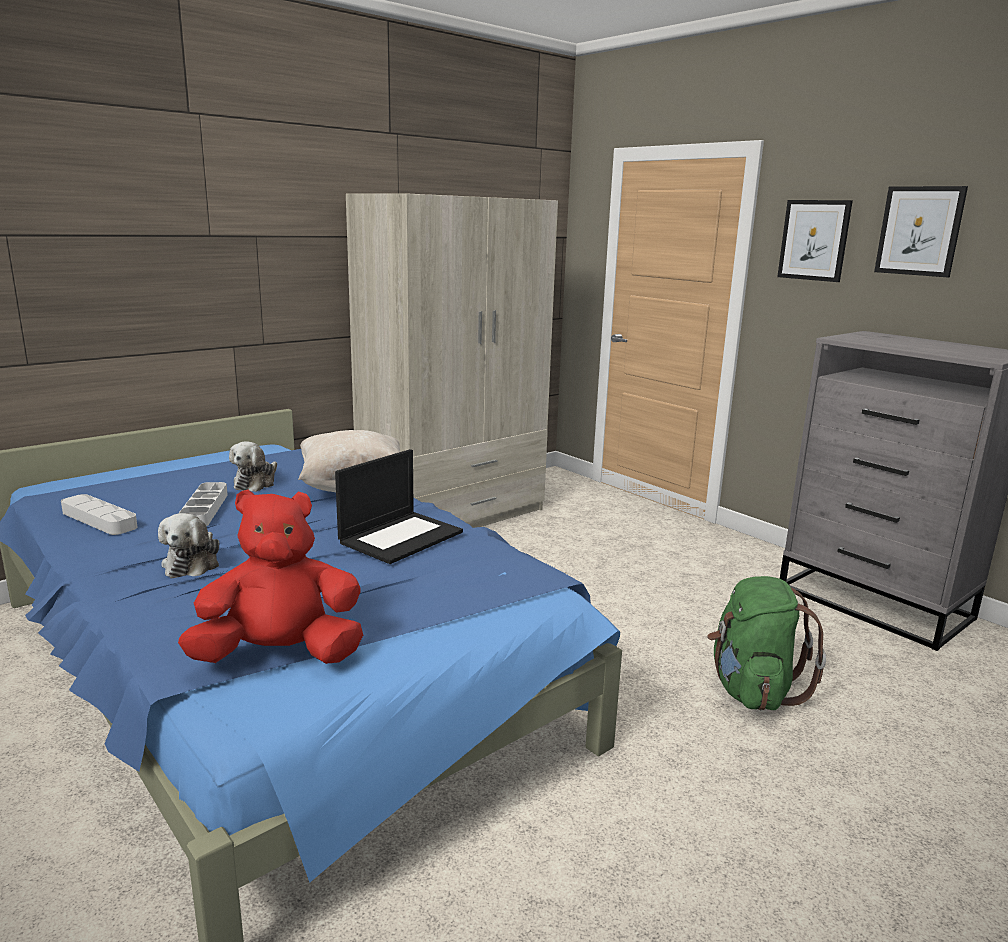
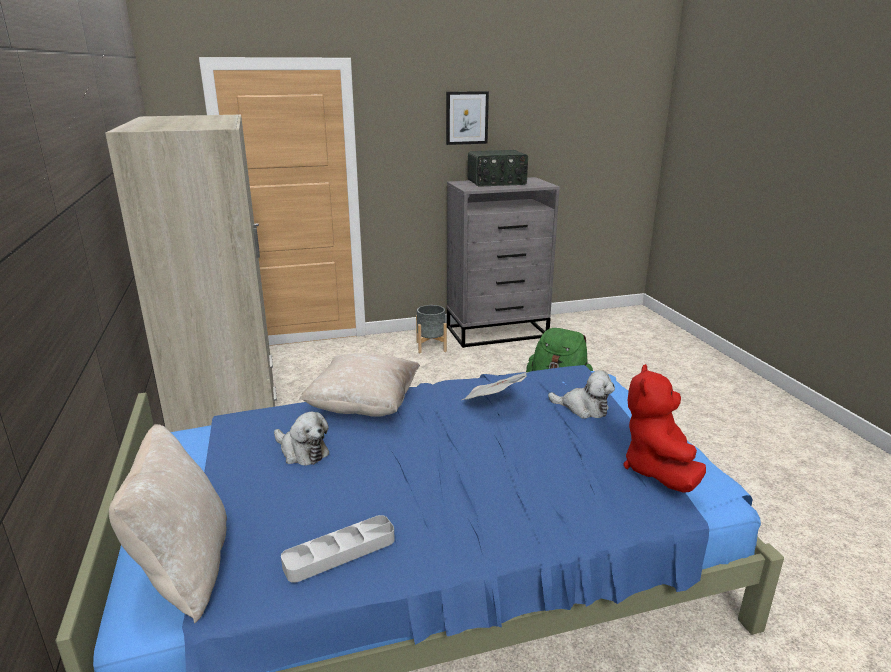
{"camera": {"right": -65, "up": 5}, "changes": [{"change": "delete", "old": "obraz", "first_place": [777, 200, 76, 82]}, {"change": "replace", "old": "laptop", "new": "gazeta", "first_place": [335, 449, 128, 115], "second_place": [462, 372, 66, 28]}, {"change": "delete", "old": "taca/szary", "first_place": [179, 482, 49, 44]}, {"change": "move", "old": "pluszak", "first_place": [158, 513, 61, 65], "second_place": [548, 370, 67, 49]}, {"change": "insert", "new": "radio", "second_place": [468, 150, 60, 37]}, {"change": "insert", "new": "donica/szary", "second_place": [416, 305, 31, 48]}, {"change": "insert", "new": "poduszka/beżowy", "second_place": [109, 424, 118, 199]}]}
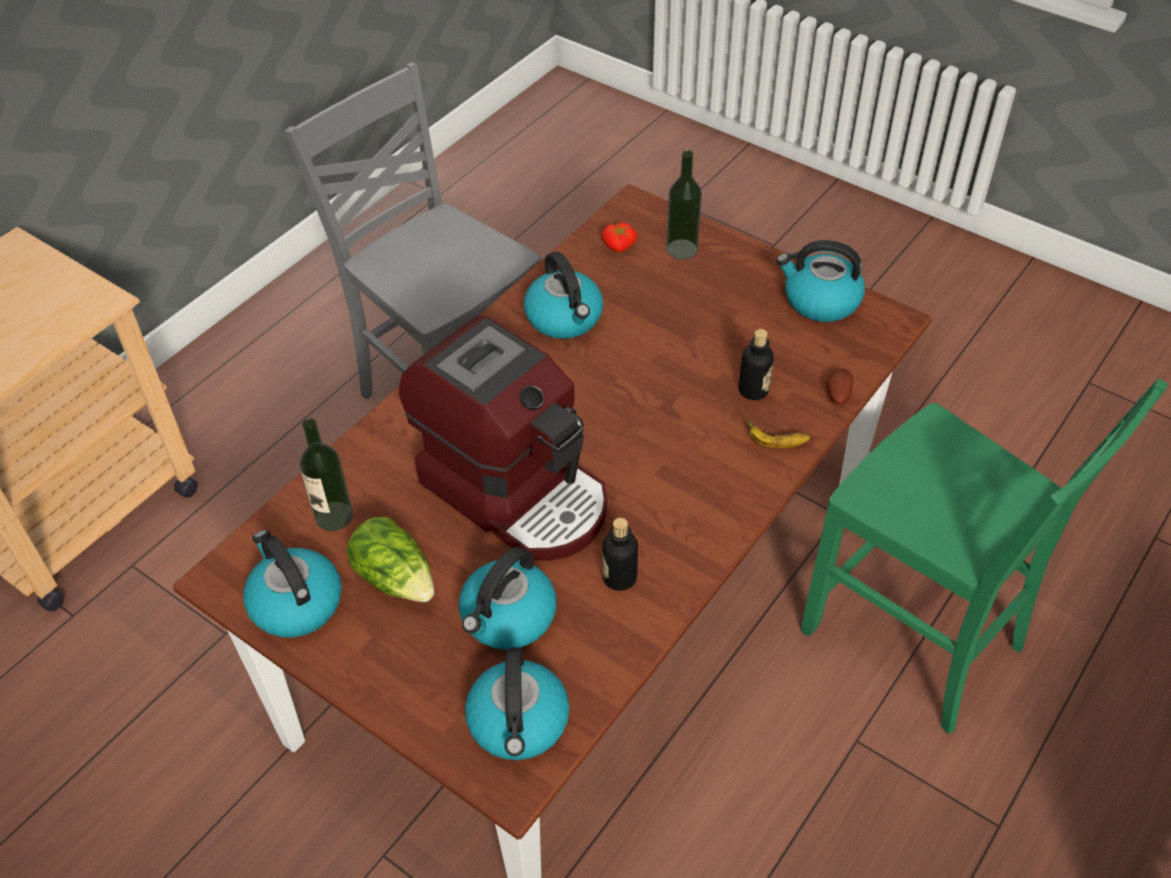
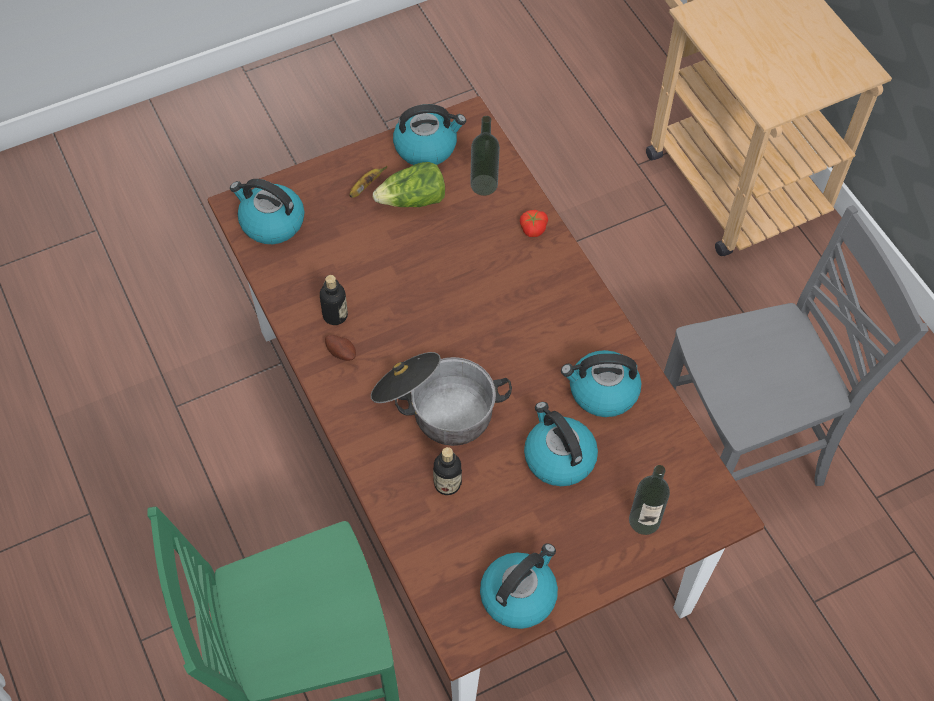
{"camera": {"right": 115, "up": 10}, "changes": [{"change": "move", "old": "pomidor", "first_place": [602, 222, 35, 30], "second_place": [520, 210, 28, 27]}, {"change": "delete", "old": "ekspres do kawy", "first_place": [399, 315, 208, 246]}, {"change": "move", "old": "ziemniak", "first_place": [826, 369, 27, 36], "second_place": [325, 335, 31, 26]}, {"change": "move", "old": "banan", "first_place": [746, 417, 65, 32], "second_place": [349, 166, 38, 32]}, {"change": "move", "old": "czajnik", "first_place": [459, 546, 98, 104], "second_place": [524, 402, 74, 84]}, {"change": "insert", "new": "garnek", "second_place": [371, 352, 141, 94]}]}
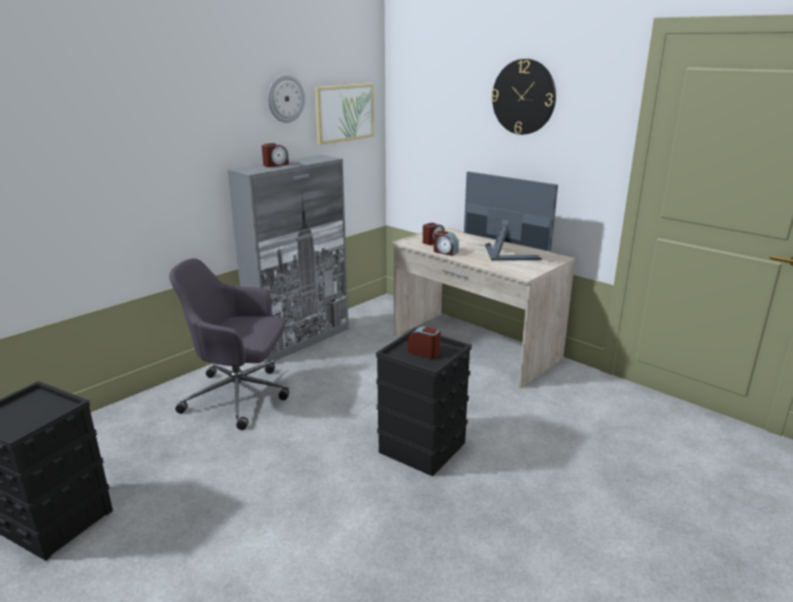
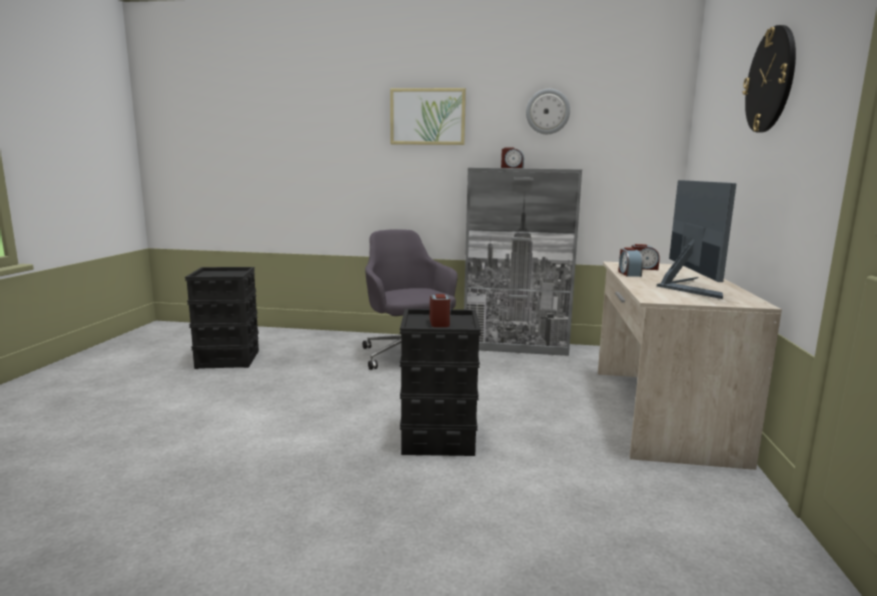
{"camera": {"right": 55, "up": -10}, "changes": [{"change": "move", "old": "obraz", "first_place": [315, 83, 59, 62], "second_place": [390, 88, 76, 57]}]}
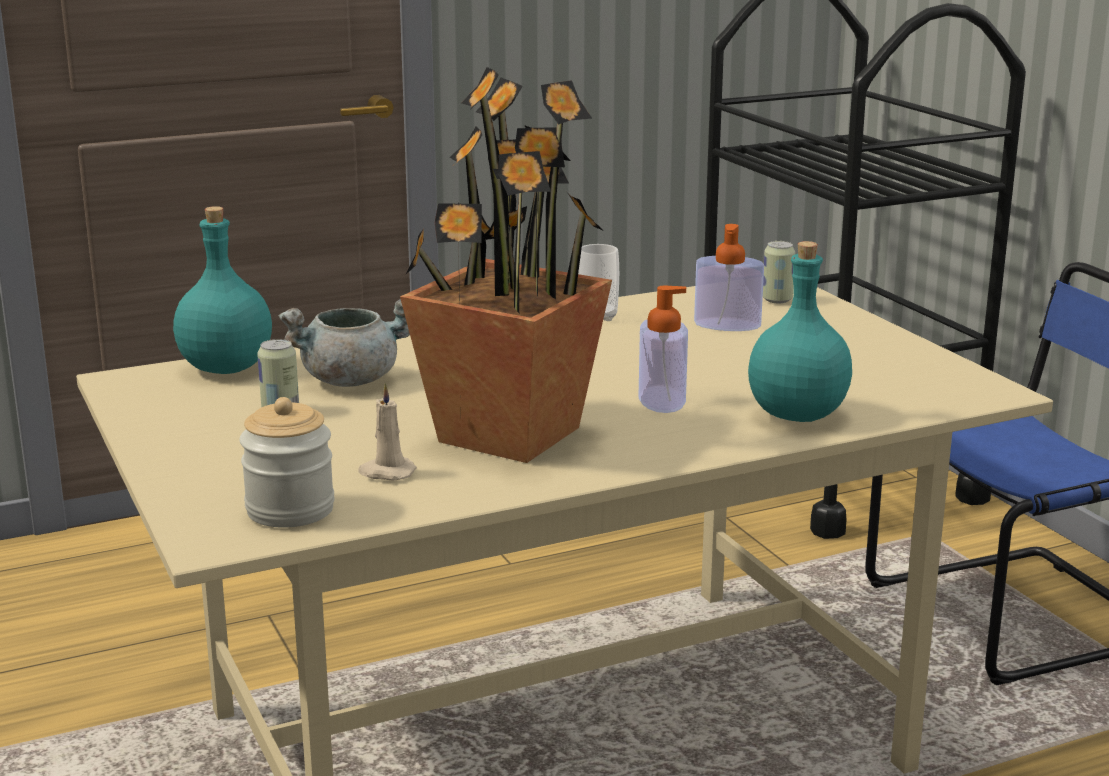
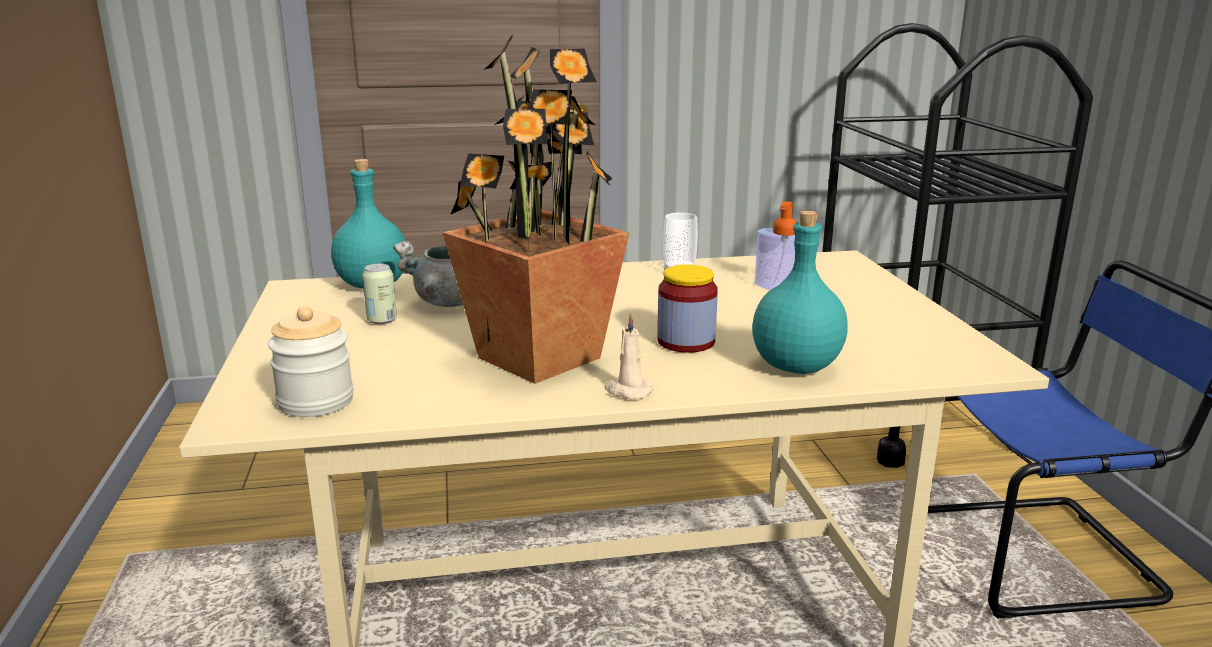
{"camera": {"right": 15, "up": 0}, "changes": [{"change": "delete", "old": "puszka", "first_place": [763, 241, 32, 62]}, {"change": "replace", "old": "dozownik mydła", "new": "słoik", "first_place": [638, 285, 50, 128], "second_place": [657, 264, 61, 89]}, {"change": "move", "old": "świeca/beżowy", "first_place": [358, 383, 59, 98], "second_place": [604, 313, 50, 86]}]}
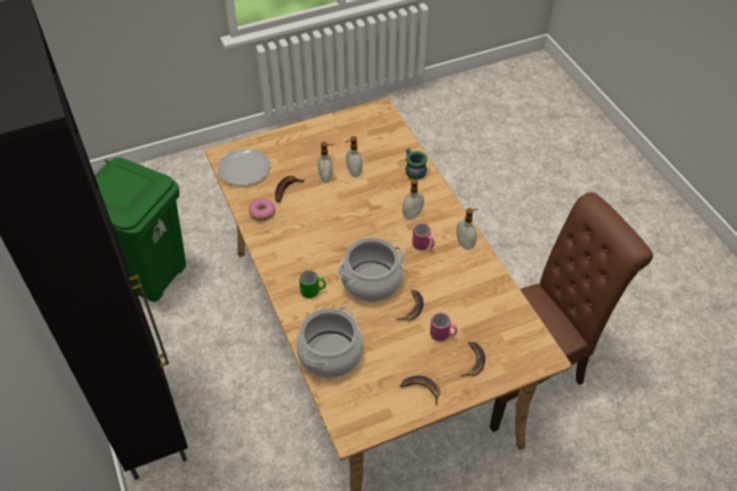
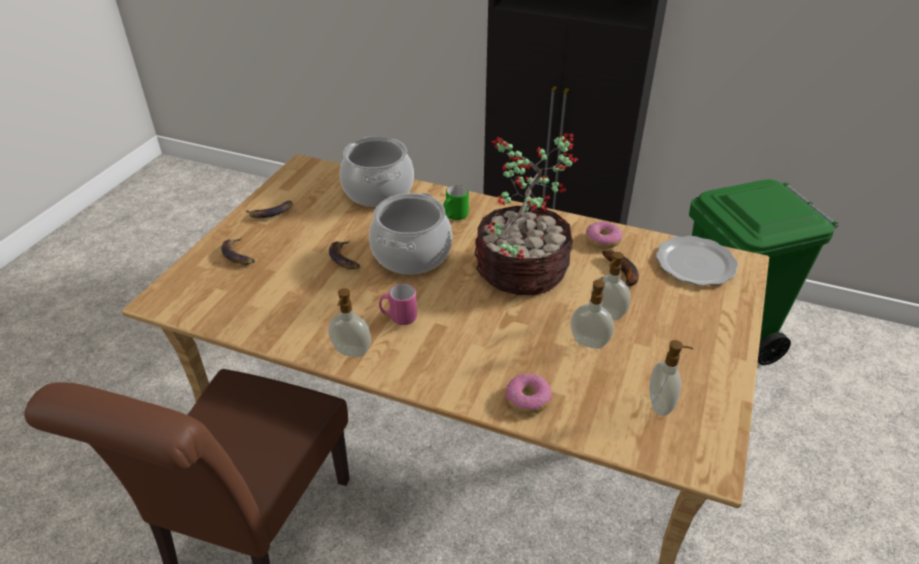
{"camera": {"right": 135, "up": -10}, "changes": [{"change": "replace", "old": "kubek/zielony", "new": "donut", "first_place": [405, 148, 22, 31], "second_place": [505, 374, 47, 40]}, {"change": "move", "old": "dozownik mydła", "first_place": [402, 178, 22, 42], "second_place": [649, 340, 44, 76]}, {"change": "delete", "old": "kubek/różowy", "first_place": [430, 313, 27, 28]}, {"change": "insert", "new": "roślina doniczkowa", "second_place": [475, 133, 103, 163]}]}
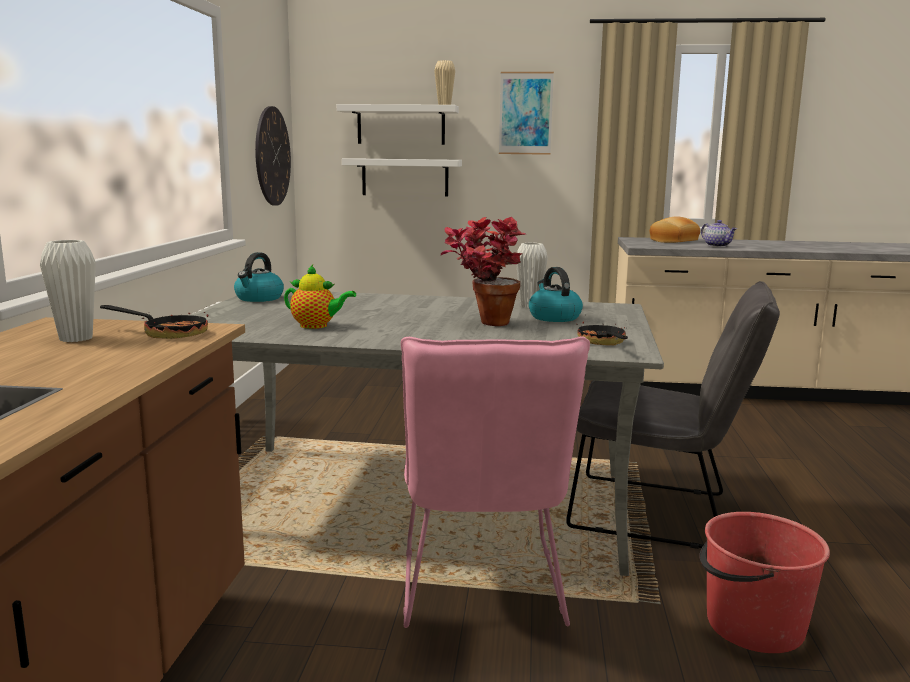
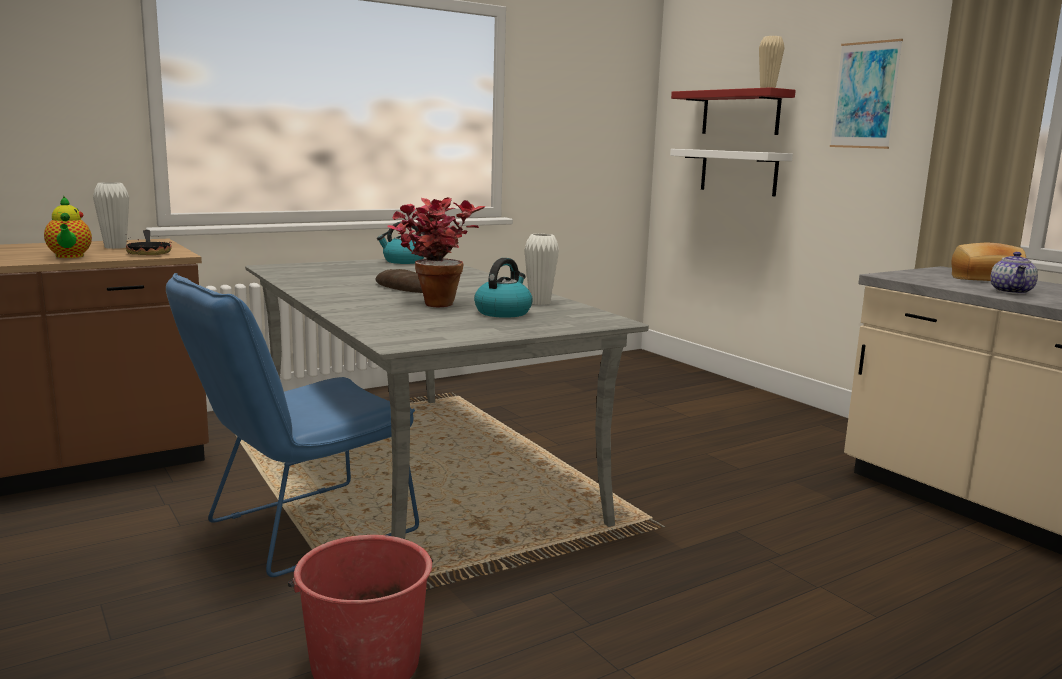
{"camera": {"right": 50, "up": 0}, "changes": [{"change": "recolor", "old": "półka/biały", "new": "półka/czerwony", "first_place": [337, 104, 122, 41], "second_place": [671, 87, 125, 48]}, {"change": "delete", "old": "zegar ścienny", "first_place": [255, 106, 36, 100]}, {"change": "move", "old": "imbryk", "first_place": [284, 265, 72, 64], "second_place": [44, 196, 48, 62]}, {"change": "delete", "old": "krzesło/szary", "first_place": [566, 281, 214, 268]}, {"change": "delete", "old": "patelnia", "first_place": [576, 322, 52, 24]}, {"change": "recolor", "old": "krzesło/różowy", "new": "krzesło/niebieski", "first_place": [401, 336, 189, 292], "second_place": [166, 273, 253, 304]}, {"change": "insert", "new": "chleb", "second_place": [375, 269, 48, 24]}]}
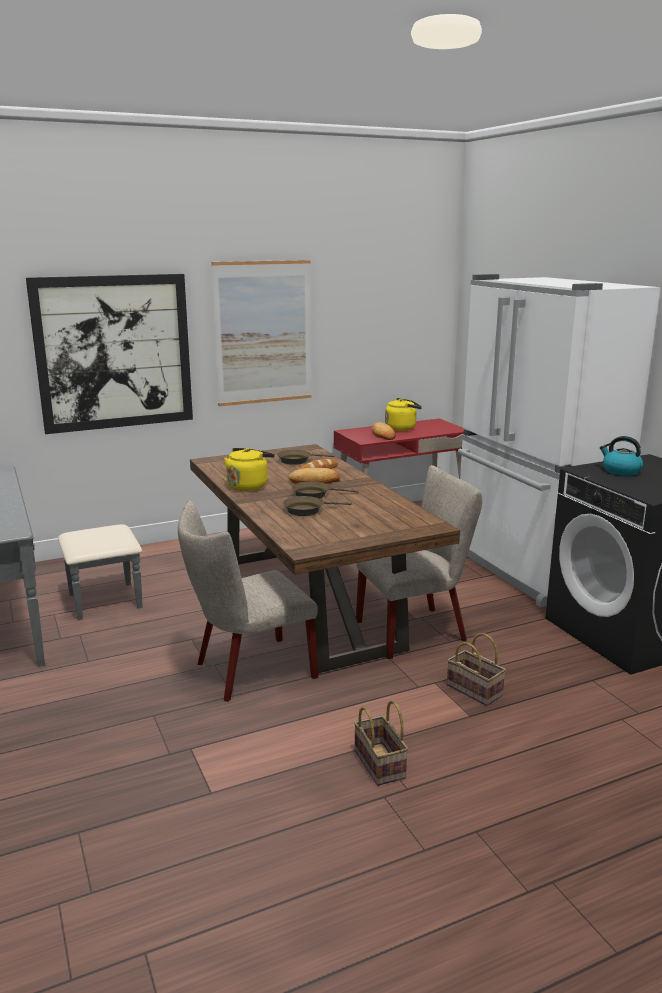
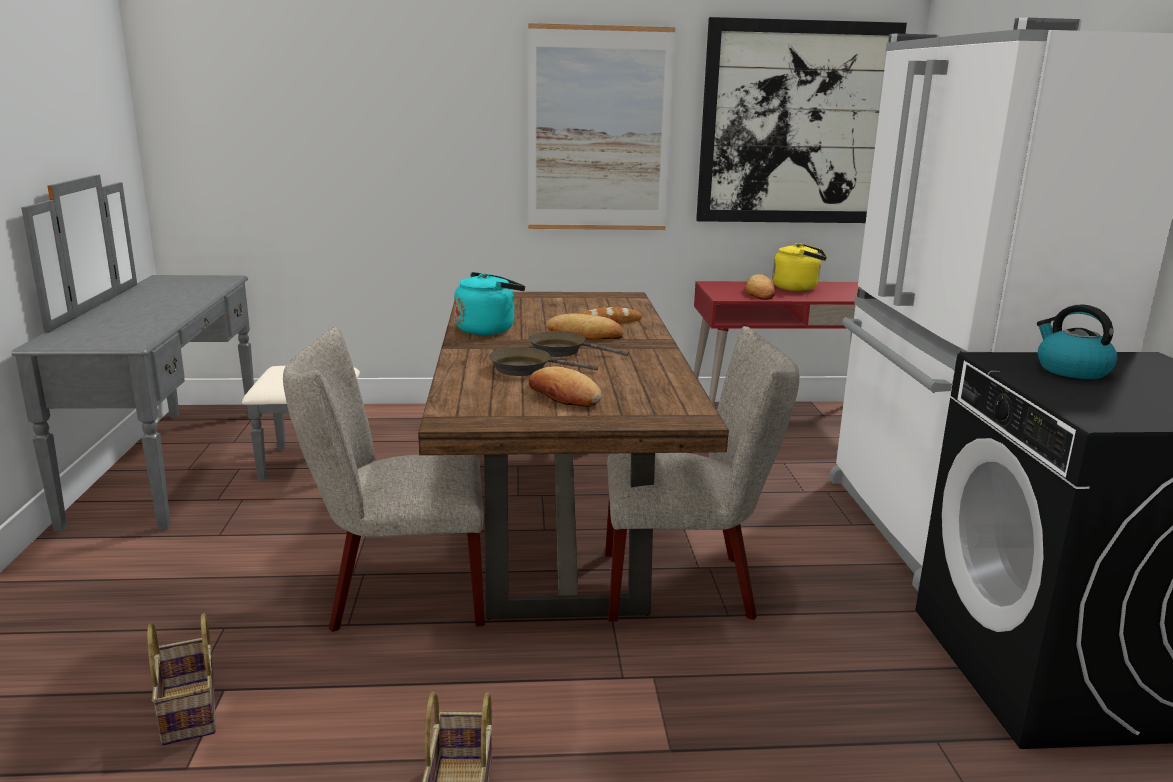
{"camera": {"right": 20, "up": 0}, "changes": [{"change": "move", "old": "obraz", "first_place": [26, 274, 167, 160], "second_place": [696, 17, 211, 206]}, {"change": "recolor", "old": "czajnik/żółty", "new": "czajnik/turkusowy", "first_place": [224, 448, 51, 43], "second_place": [454, 272, 71, 63]}, {"change": "delete", "old": "patelnia/brązowy", "first_place": [277, 450, 58, 15]}, {"change": "move", "old": "koszyk", "first_place": [447, 633, 59, 73], "second_place": [147, 613, 69, 132]}, {"change": "insert", "new": "chleb", "second_place": [529, 367, 73, 40]}]}
